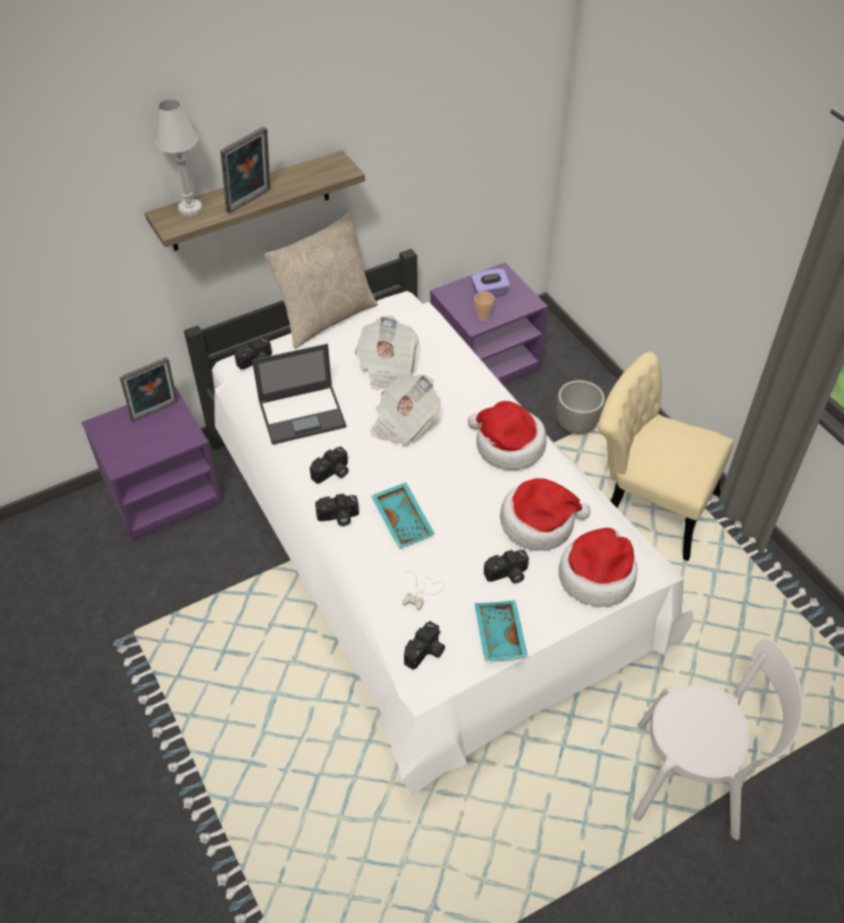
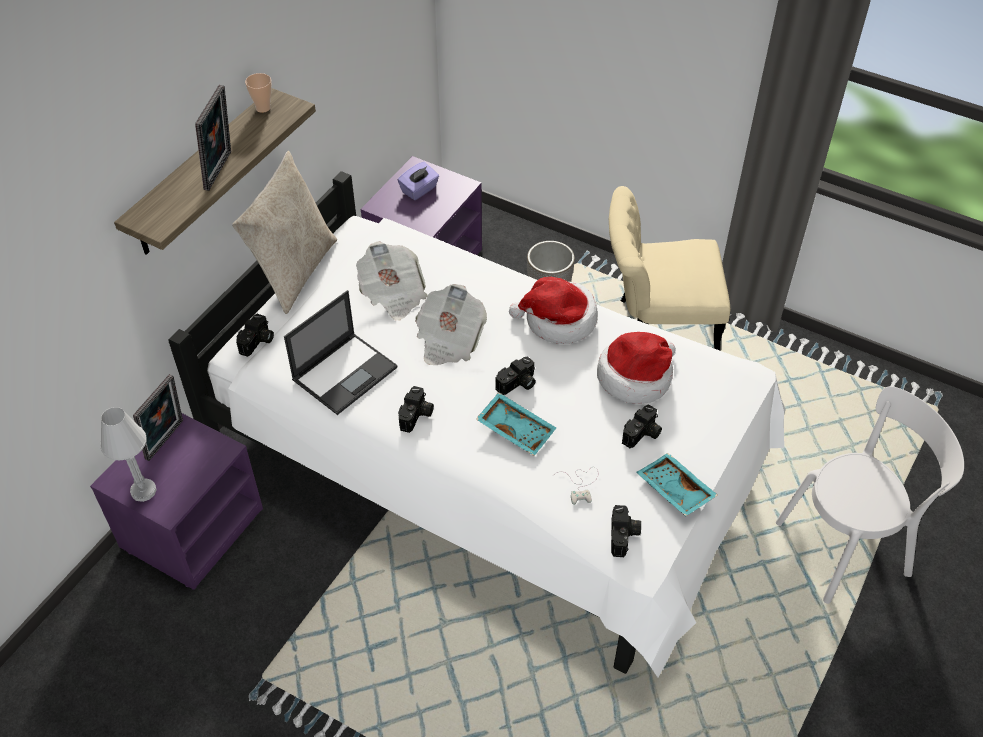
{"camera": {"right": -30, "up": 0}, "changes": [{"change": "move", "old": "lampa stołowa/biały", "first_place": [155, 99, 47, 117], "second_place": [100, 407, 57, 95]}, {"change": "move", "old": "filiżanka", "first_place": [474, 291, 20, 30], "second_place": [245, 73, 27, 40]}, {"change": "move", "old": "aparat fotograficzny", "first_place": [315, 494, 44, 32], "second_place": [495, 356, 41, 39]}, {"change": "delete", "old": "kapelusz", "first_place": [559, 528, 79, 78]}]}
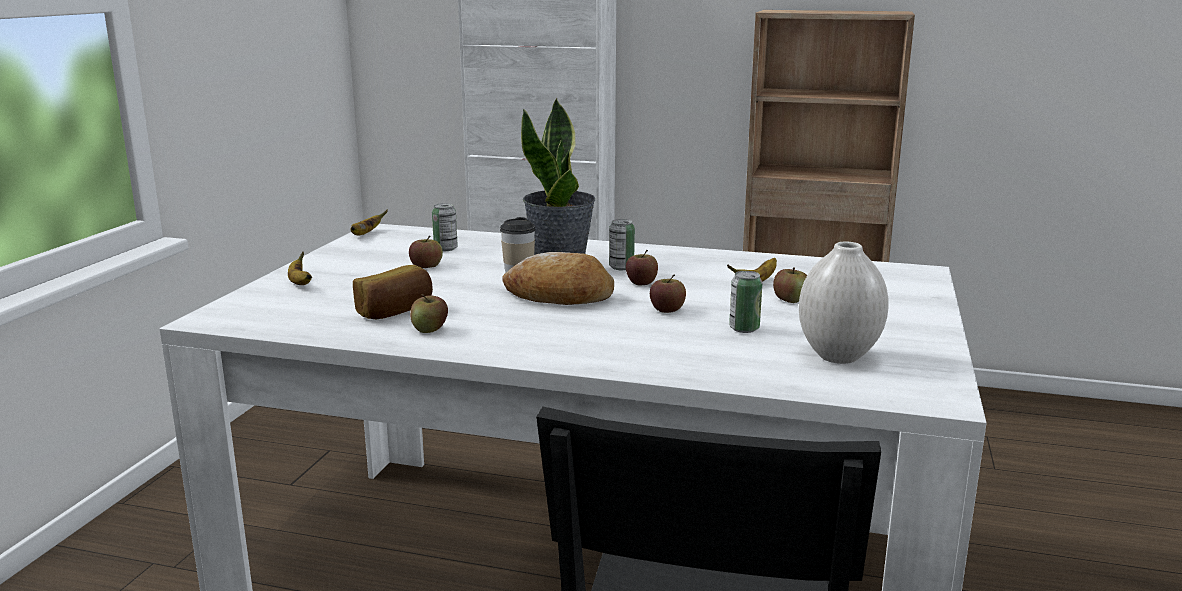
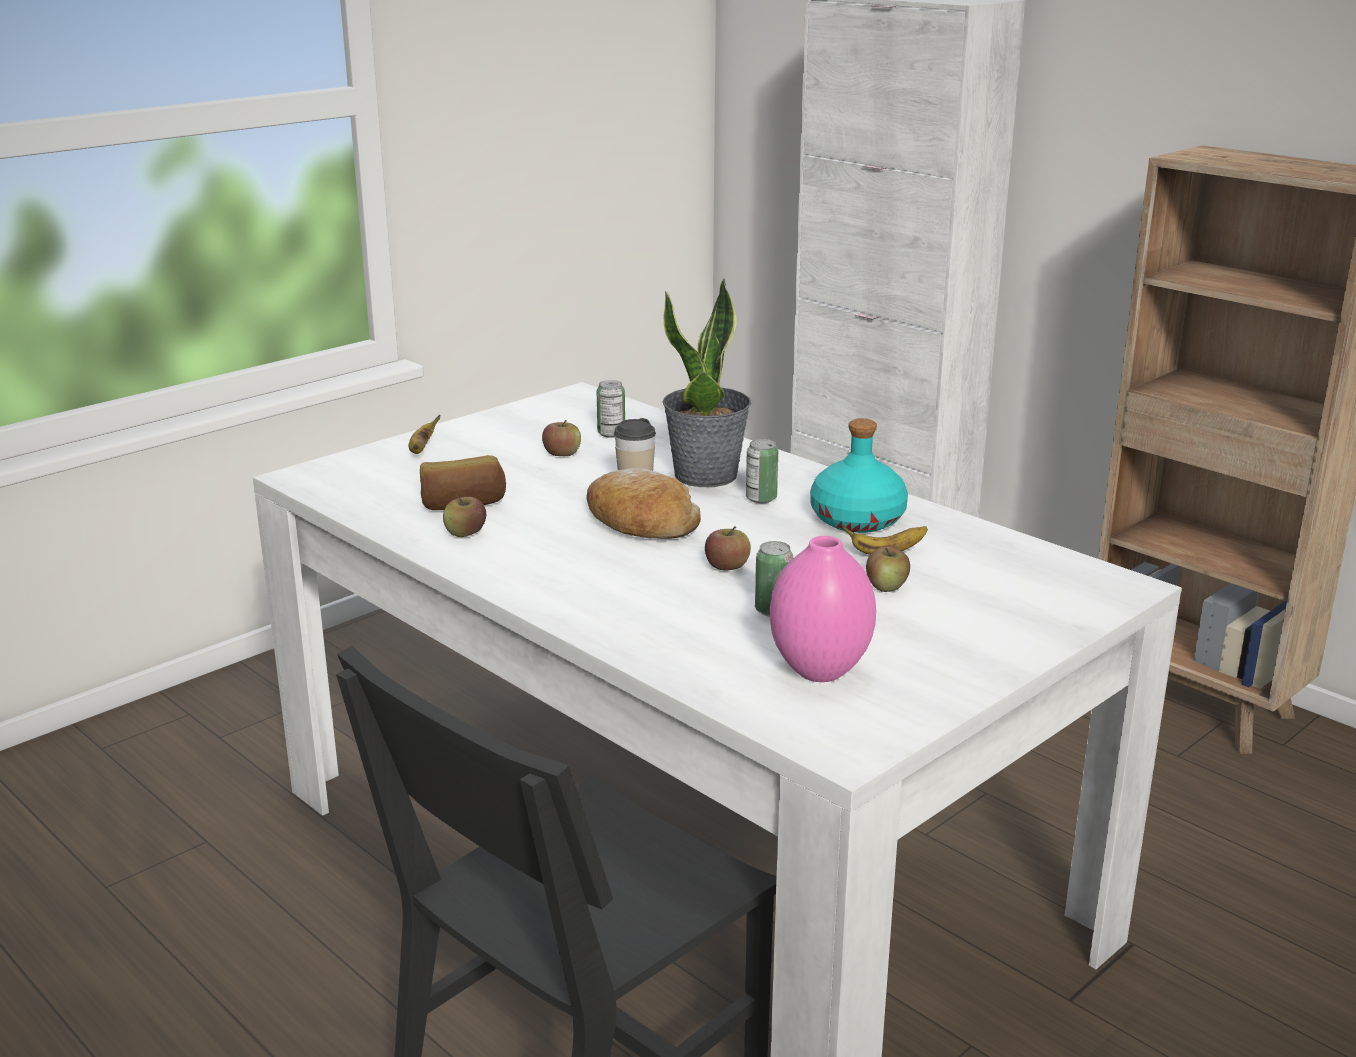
{"camera": {"right": 30, "up": 5}, "changes": [{"change": "delete", "old": "banan", "first_place": [351, 210, 37, 25]}, {"change": "recolor", "old": "wazon/biały", "new": "wazon/różowy", "first_place": [799, 241, 90, 123], "second_place": [770, 536, 106, 146]}, {"change": "delete", "old": "jabłko", "first_place": [626, 250, 32, 35]}, {"change": "insert", "new": "butelka/turkusowy", "second_place": [810, 418, 98, 115]}]}
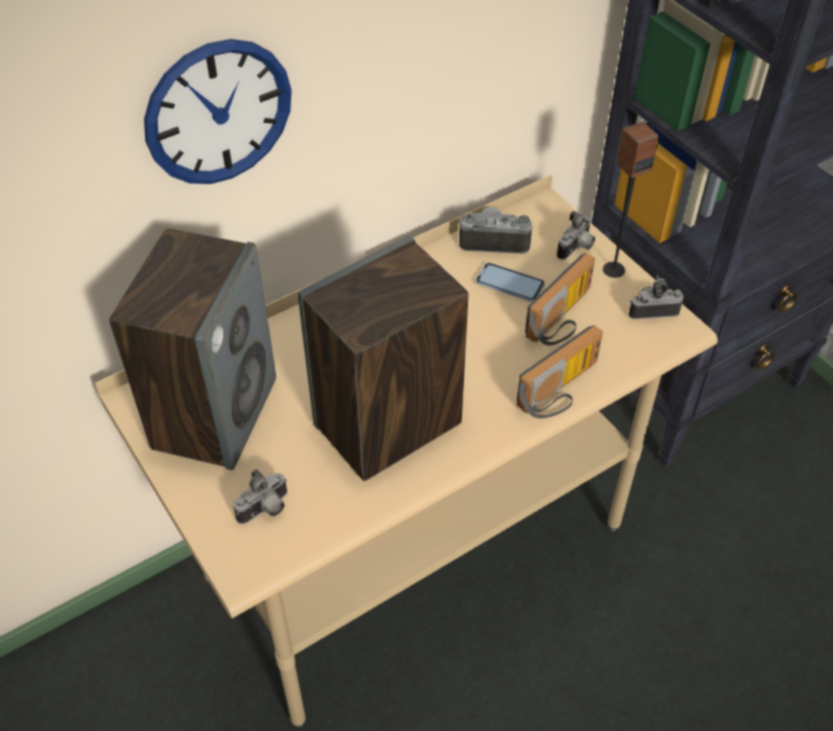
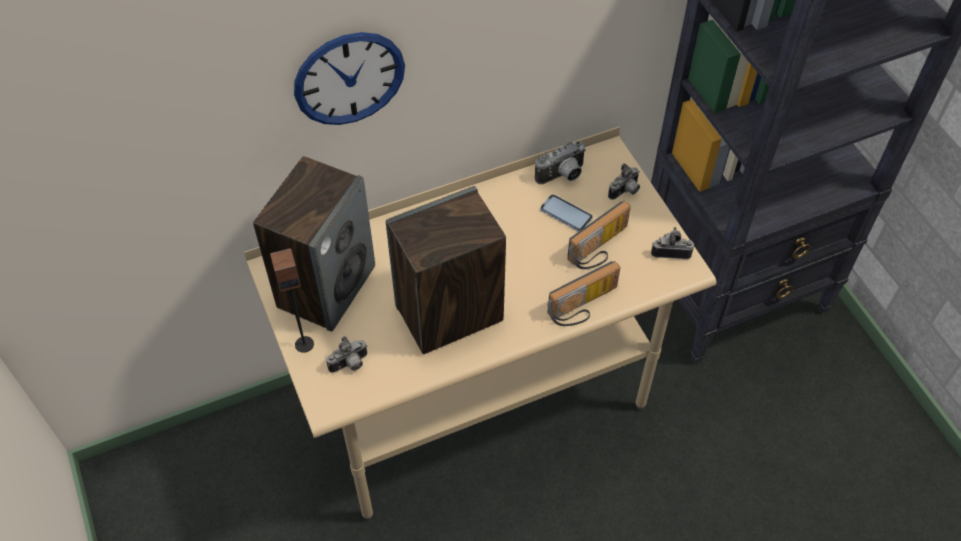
{"camera": {"right": 10, "up": 5}, "changes": [{"change": "move", "old": "głośnik", "first_place": [603, 121, 56, 157], "second_place": [270, 248, 44, 105]}, {"change": "rotate", "old": "aparat fotograficzny", "first_place": [459, 207, 74, 47], "second_place": [535, 141, 51, 43], "degrees": 135}]}
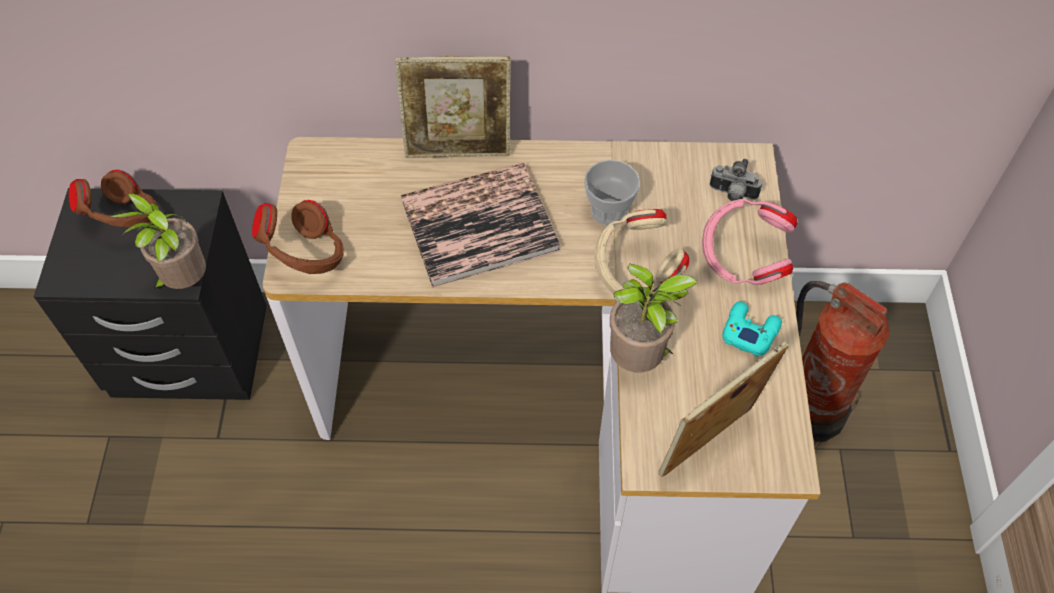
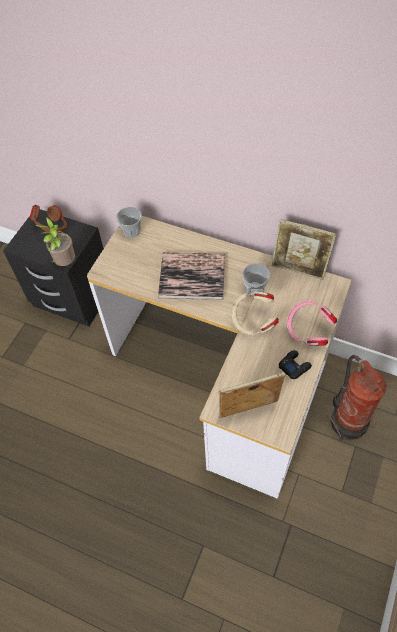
{"camera": {"right": 25, "up": 0}, "changes": [{"change": "move", "old": "ramka na zdjęcie", "first_place": [395, 56, 116, 102], "second_place": [272, 219, 64, 61]}, {"change": "delete", "old": "aparat fotograficzny", "first_place": [710, 159, 52, 42]}, {"change": "delete", "old": "słuchawki/brązowy", "first_place": [252, 200, 92, 74]}, {"change": "delete", "old": "roślina doniczkowa", "first_place": [610, 264, 88, 109]}, {"change": "recolor", "old": "pad do gier/turkusowy", "new": "pad do gier/czarny", "first_place": [722, 302, 60, 55], "second_place": [279, 350, 33, 29]}, {"change": "insert", "new": "filiżanka", "second_place": [116, 207, 26, 31]}]}
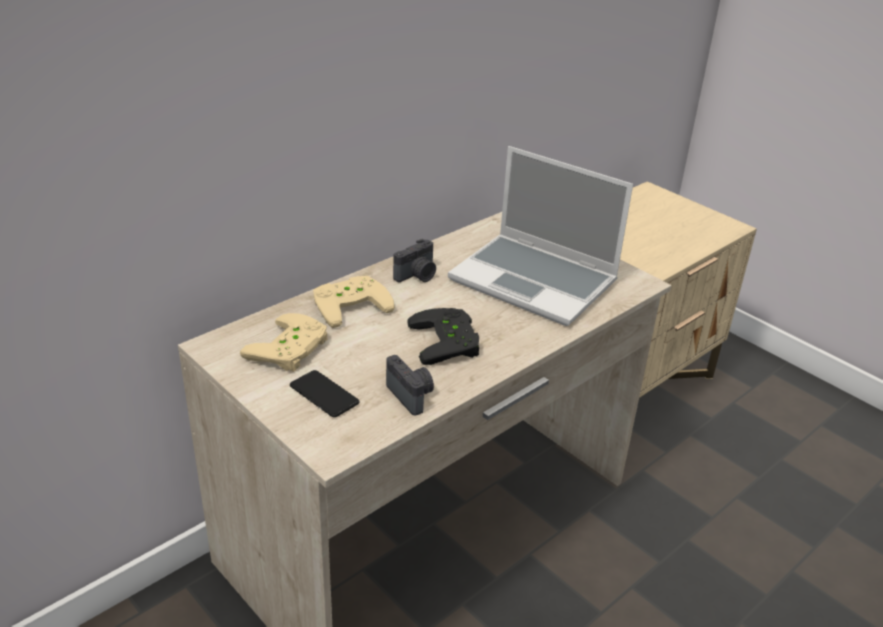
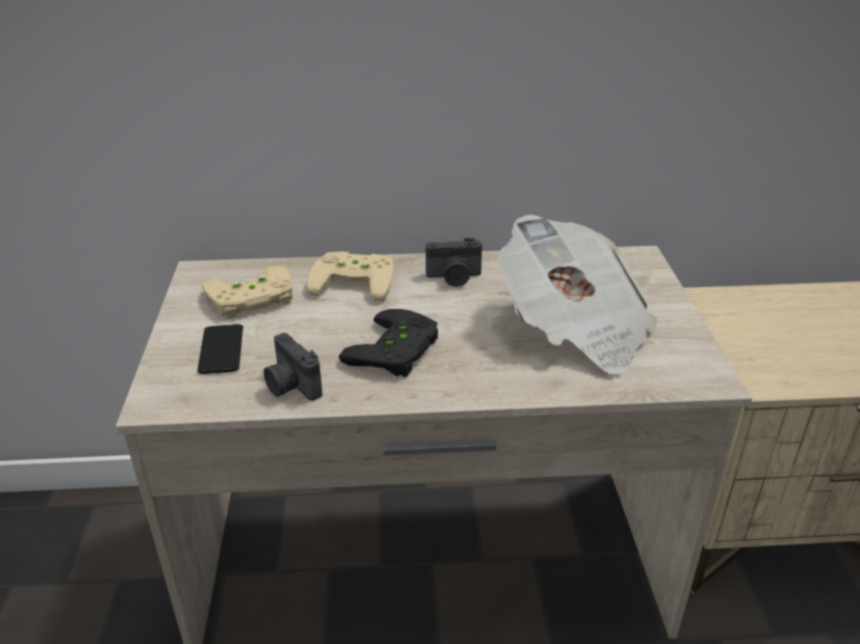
{"camera": {"right": 40, "up": 0}, "changes": [{"change": "replace", "old": "laptop", "new": "gazeta", "first_place": [448, 146, 185, 180], "second_place": [498, 214, 160, 161]}, {"change": "rotate", "old": "aparat fotograficzny", "first_place": [386, 355, 48, 61], "second_place": [264, 333, 58, 68], "degrees": 135}]}
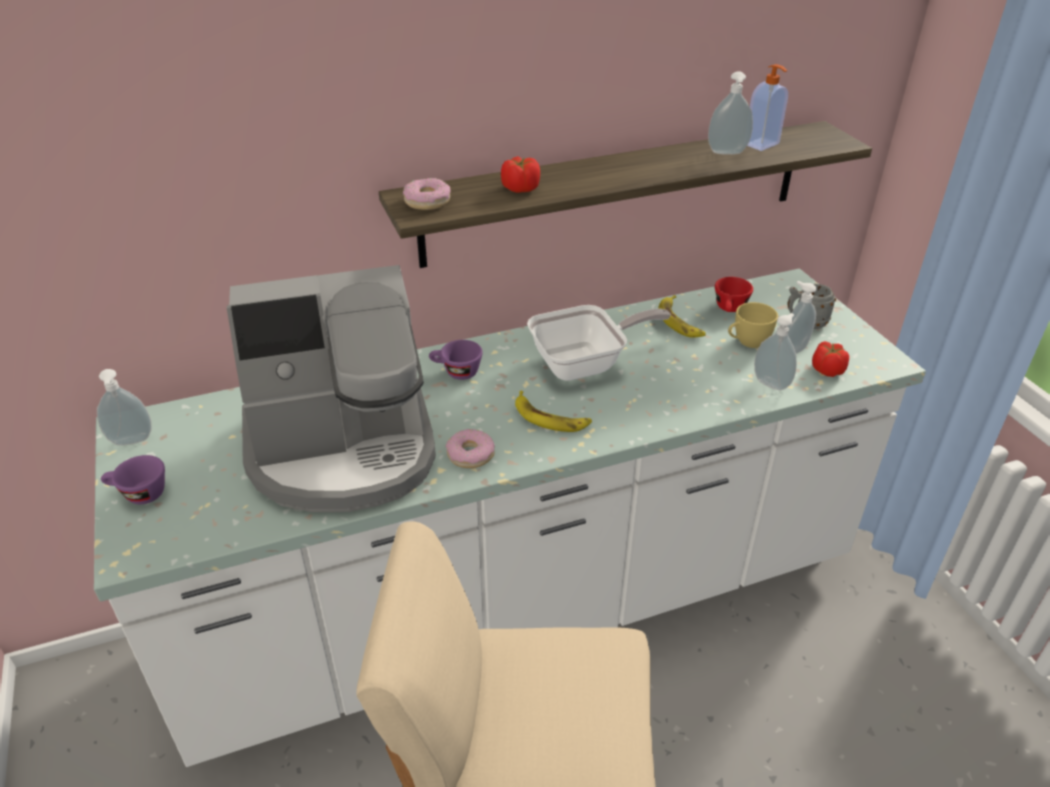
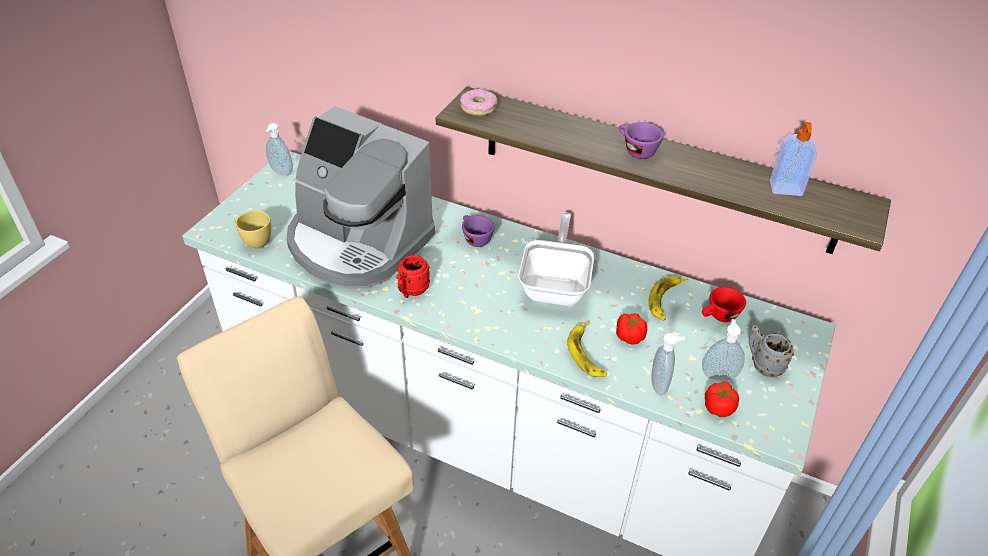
{"camera": {"right": 45, "up": 5}, "changes": [{"change": "delete", "old": "dozownik mydła", "first_place": [708, 71, 45, 84]}, {"change": "move", "old": "pomidor", "first_place": [501, 156, 39, 37], "second_place": [616, 313, 31, 32]}, {"change": "move", "old": "filiżanka/żółty", "first_place": [728, 302, 50, 46], "second_place": [233, 210, 38, 39]}, {"change": "rotate", "old": "patelnia", "first_place": [527, 305, 144, 76], "second_place": [518, 212, 76, 94], "degrees": -105}, {"change": "move", "old": "banan", "first_place": [515, 391, 77, 41], "second_place": [567, 322, 40, 55]}, {"change": "replace", "old": "donut", "new": "kubek/czerwony", "first_place": [445, 429, 50, 39], "second_place": [396, 255, 34, 43]}, {"change": "move", "old": "filiżanka/fioletowy", "first_place": [101, 455, 64, 49], "second_place": [619, 122, 45, 37]}]}
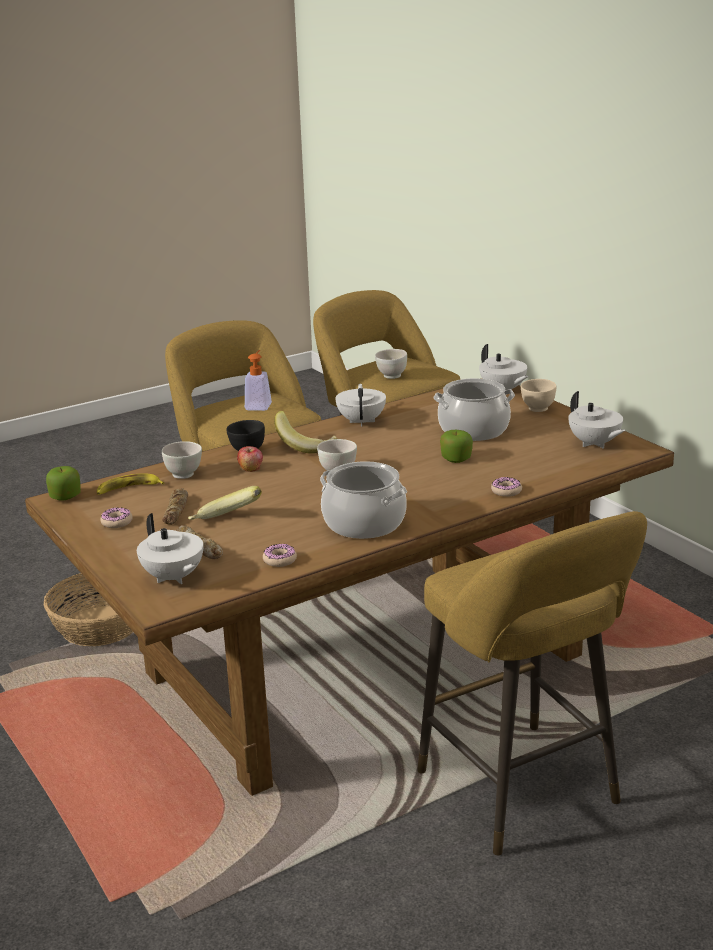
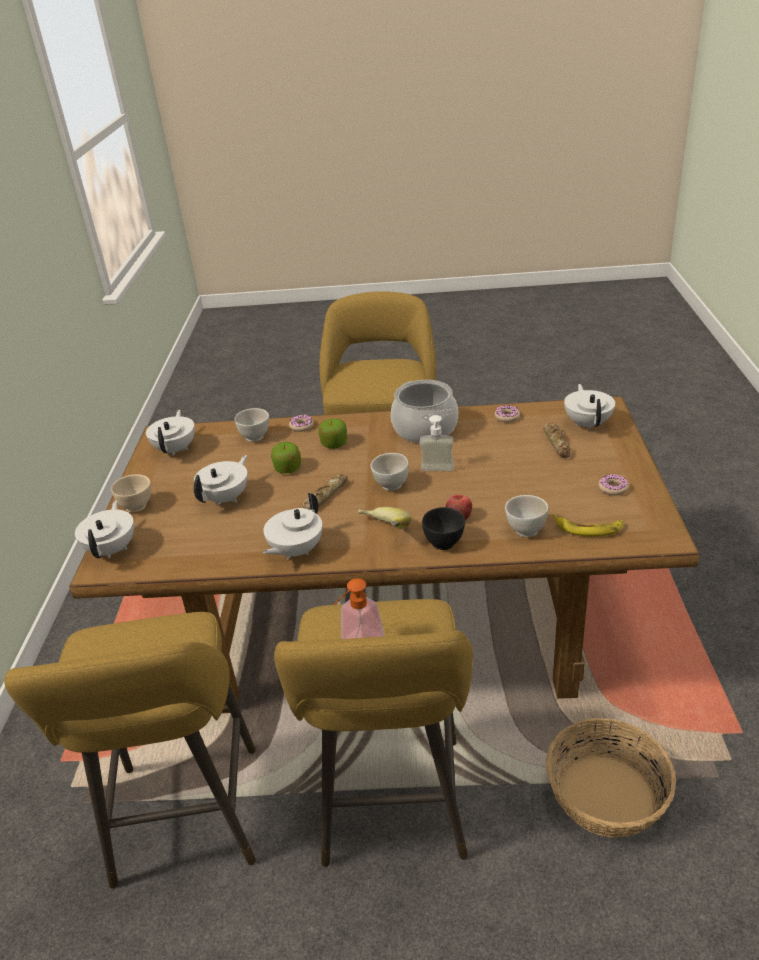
{"camera": {"right": -145, "up": 10}, "changes": [{"change": "move", "old": "miska/biały", "first_place": [375, 349, 32, 30], "second_place": [235, 408, 34, 34]}, {"change": "replace", "old": "garnek", "new": "imbryk/biały", "first_place": [434, 378, 81, 63], "second_place": [194, 455, 54, 50]}, {"change": "move", "old": "jabłko", "first_place": [46, 466, 35, 34], "second_place": [318, 418, 29, 31]}, {"change": "delete", "old": "banan", "first_place": [188, 486, 74, 34]}, {"change": "move", "old": "chleb", "first_place": [162, 488, 26, 37], "second_place": [303, 474, 45, 36]}, {"change": "insert", "new": "dozownik mydła", "second_place": [419, 415, 35, 56]}]}
